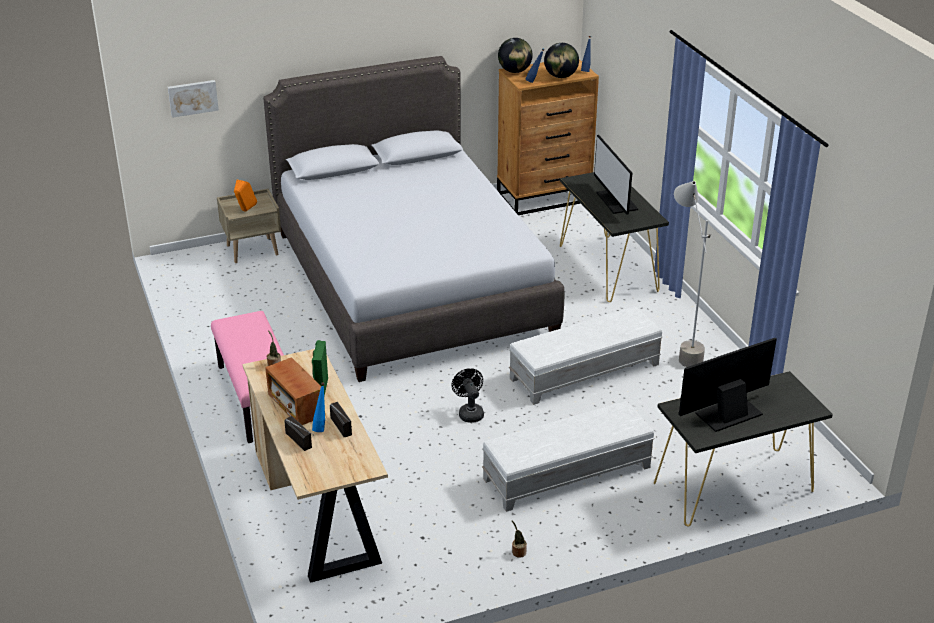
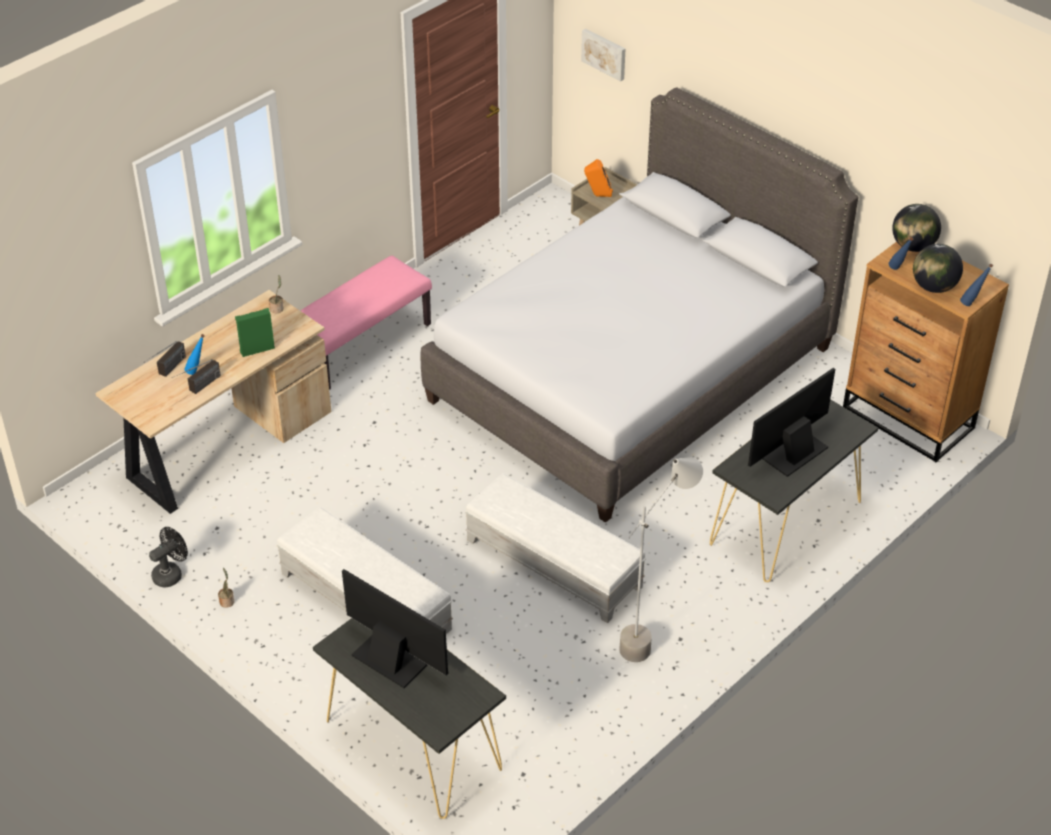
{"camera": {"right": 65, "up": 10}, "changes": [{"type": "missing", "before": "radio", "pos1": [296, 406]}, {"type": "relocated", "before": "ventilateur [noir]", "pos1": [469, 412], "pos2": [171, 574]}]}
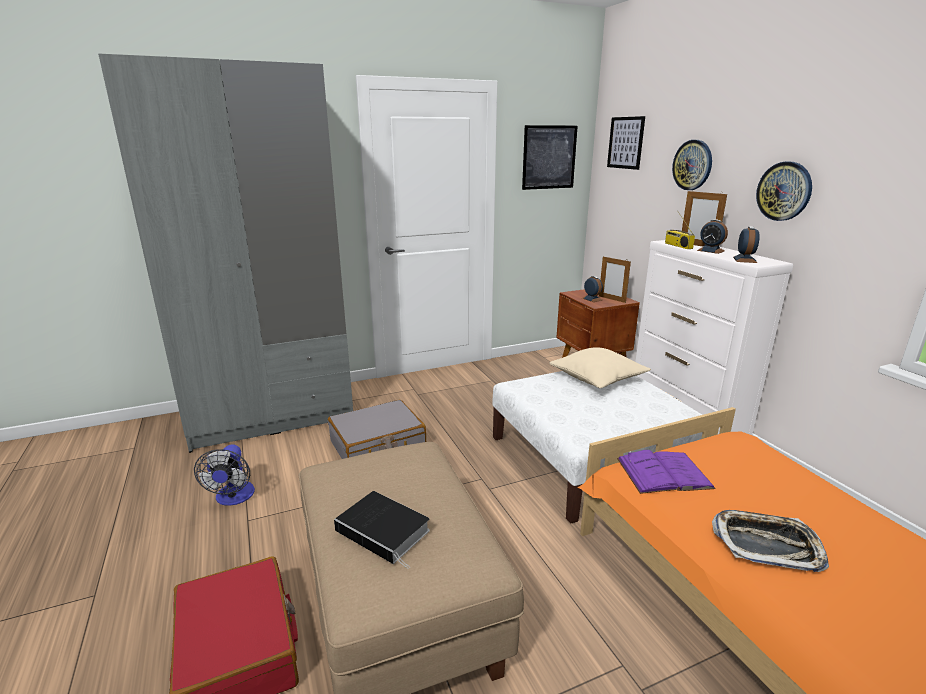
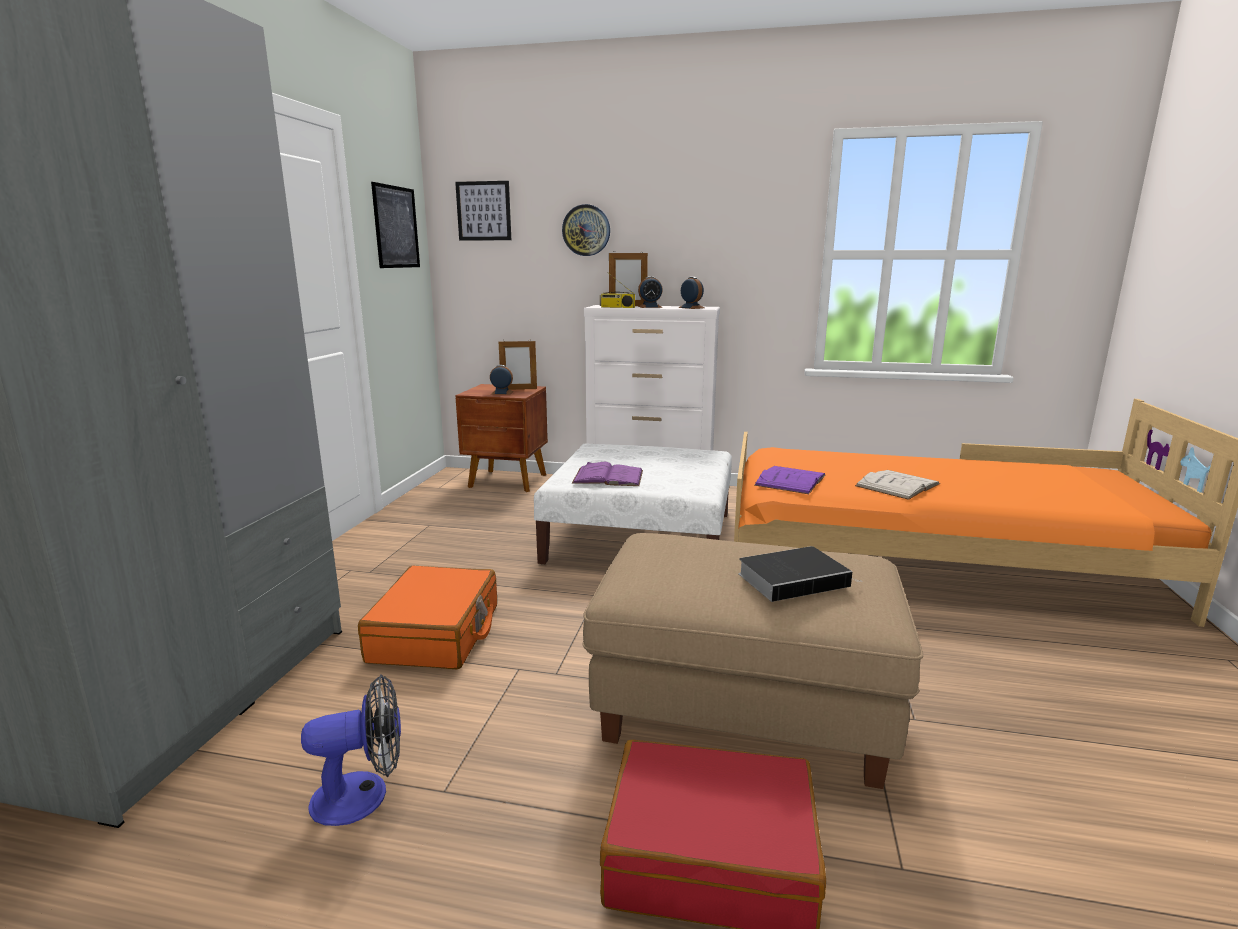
{"camera": {"right": -55, "up": -5}, "changes": [{"type": "missing", "before": "coussin [beige]", "pos1": [597, 378]}, {"type": "missing", "before": "horloge murale", "pos1": [784, 191]}, {"type": "appeared", "after": "livre [violet]", "pos2": [608, 477]}, {"type": "exchanged", "before": "plateau", "after": "livre [blanc]", "pos1": [767, 545], "pos2": [897, 485]}, {"type": "colour", "before": "valise [gris]", "after": "valise [orange]", "pos1": [378, 446], "pos2": [436, 634]}, {"type": "spun", "before": "ventilateur", "pos1": [233, 498], "pos2": [363, 795], "turn": -45}]}
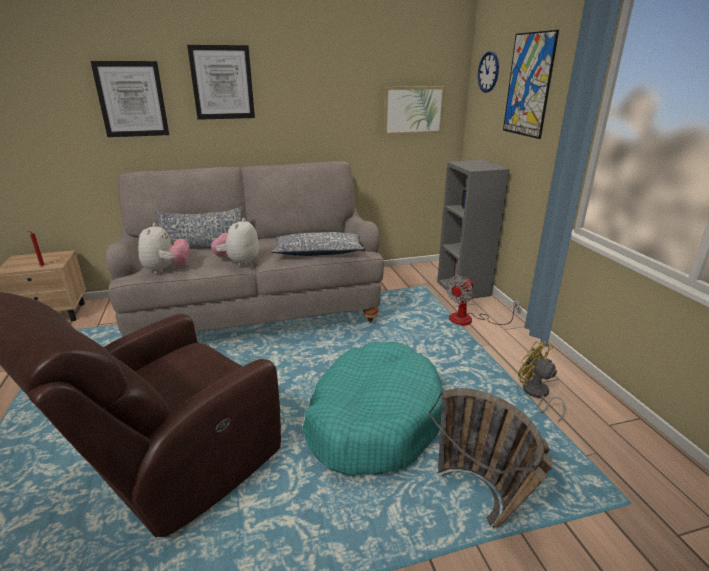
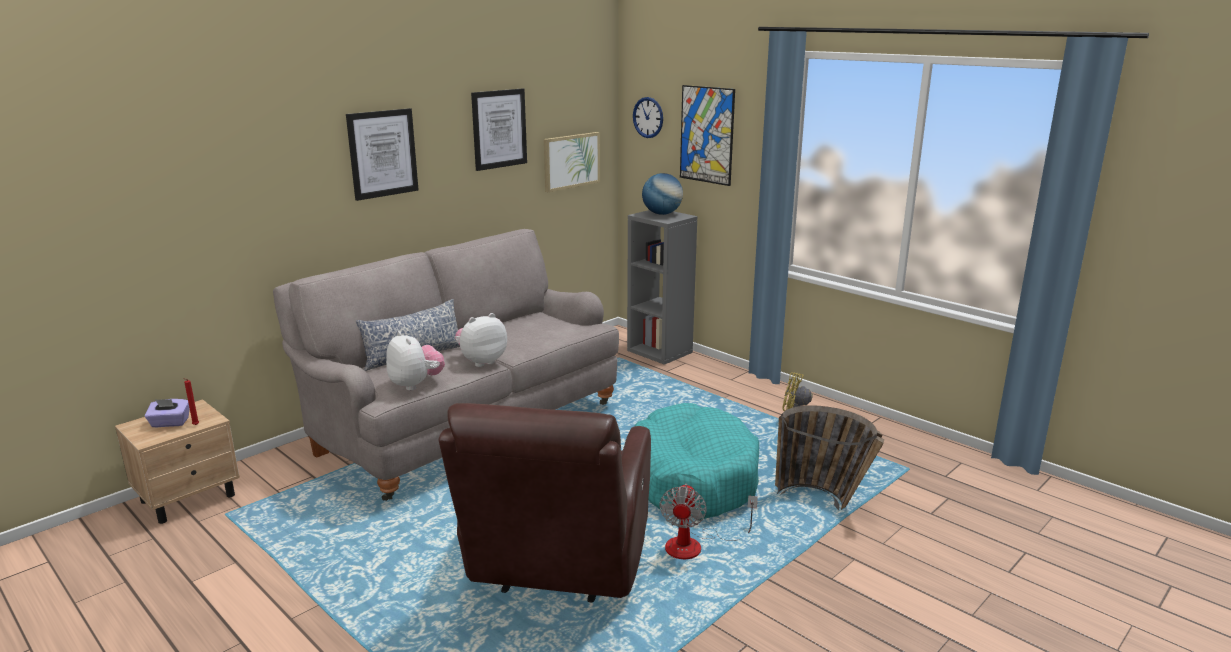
{"camera": {"right": -30, "up": -5}, "changes": [{"type": "missing", "before": "coussin", "pos1": [318, 253]}, {"type": "appeared", "after": "boîte à mouchoirs [violet]", "pos2": [170, 423]}, {"type": "appeared", "after": "globe", "pos2": [662, 214]}, {"type": "relocated", "before": "tableau", "pos1": [132, 99], "pos2": [499, 129]}, {"type": "relocated", "before": "ventilateur", "pos1": [469, 320], "pos2": [695, 546]}, {"type": "spun", "before": "peluche", "pos1": [238, 262], "pos2": [481, 361], "turn": 75}]}
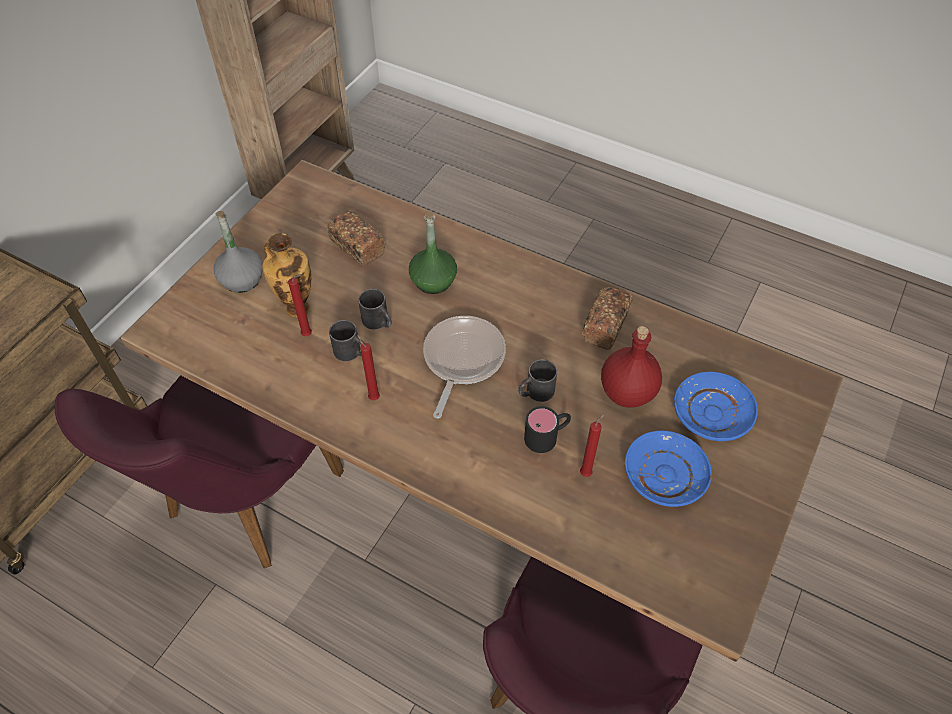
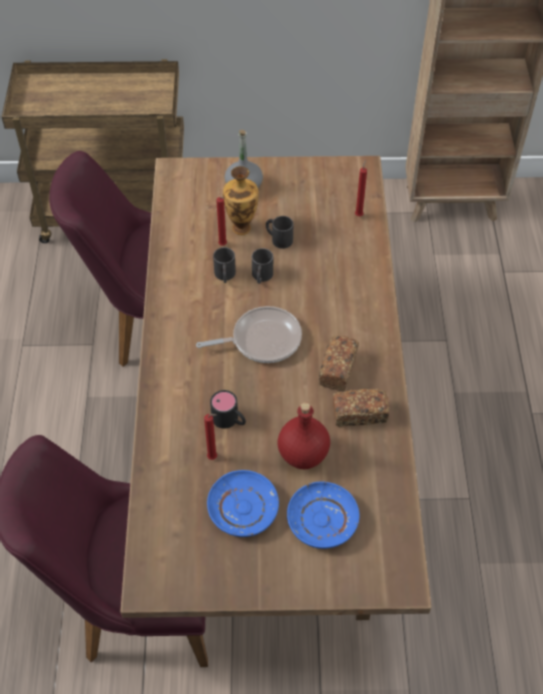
{"camera": {"right": 60, "up": 0}, "changes": [{"type": "missing", "before": "bouteille [vert]", "pos1": [433, 281]}, {"type": "relocated", "before": "pain", "pos1": [357, 246], "pos2": [337, 369]}, {"type": "relocated", "before": "bougie [rouge]", "pos1": [373, 397], "pos2": [359, 214]}, {"type": "relocated", "before": "mug [noir]", "pos1": [535, 392], "pos2": [278, 239]}]}
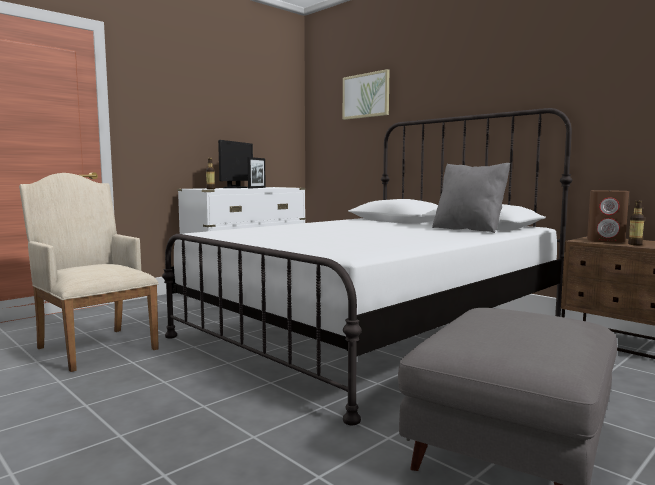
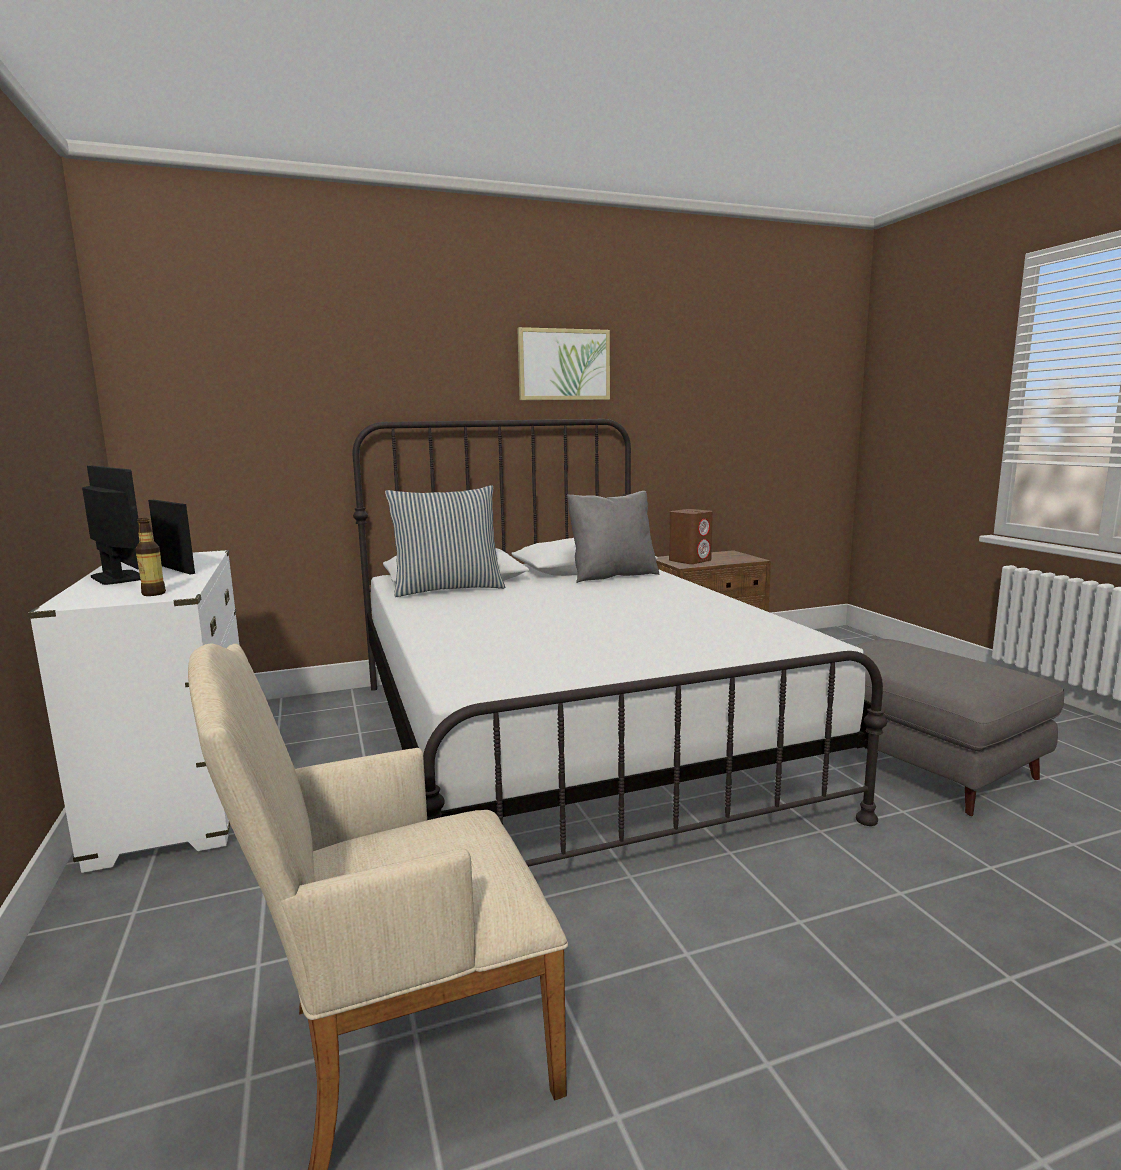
{"camera": {"right": -65, "up": 5}, "changes": [{"type": "missing", "before": "bouteille", "pos1": [635, 244]}, {"type": "appeared", "after": "coussin", "pos2": [448, 589]}, {"type": "relocated", "before": "tableau", "pos1": [366, 95], "pos2": [564, 365]}]}
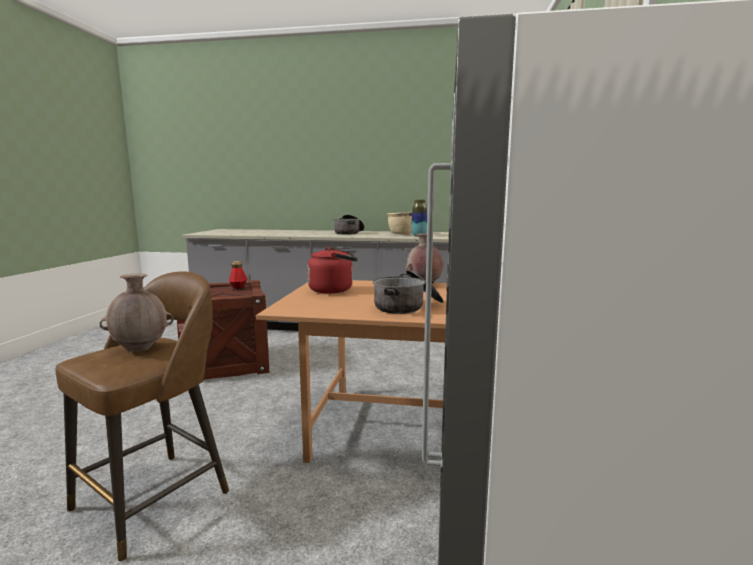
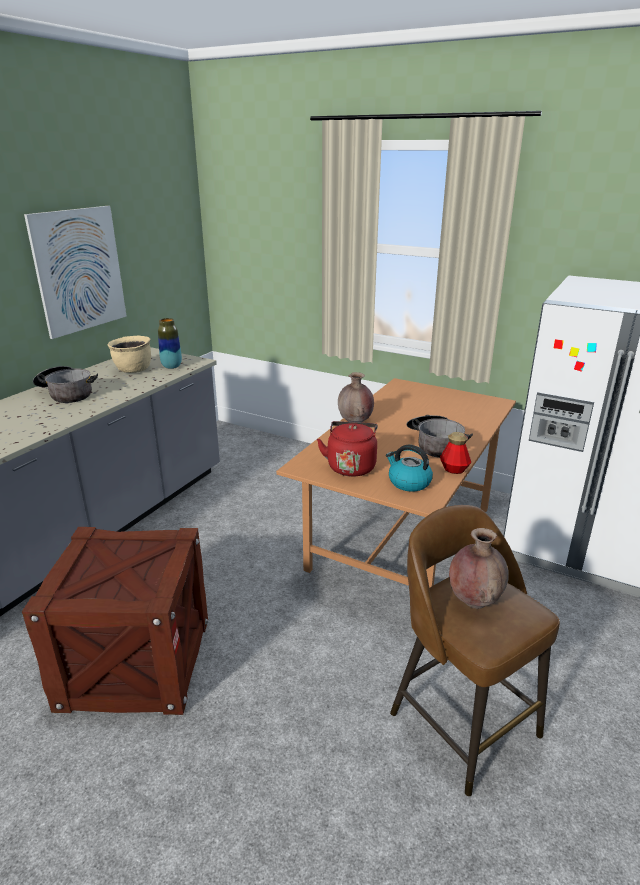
{"camera": {"right": -70, "up": 15}, "changes": [{"type": "appeared", "after": "tableau", "pos2": [79, 270]}, {"type": "appeared", "after": "bouilloire", "pos2": [408, 482]}, {"type": "relocated", "before": "bouteille", "pos1": [238, 287], "pos2": [454, 469]}]}
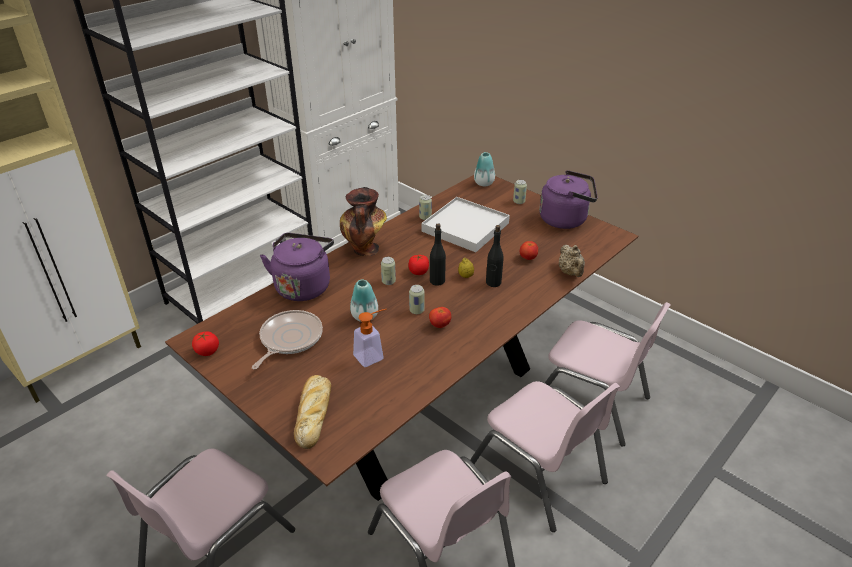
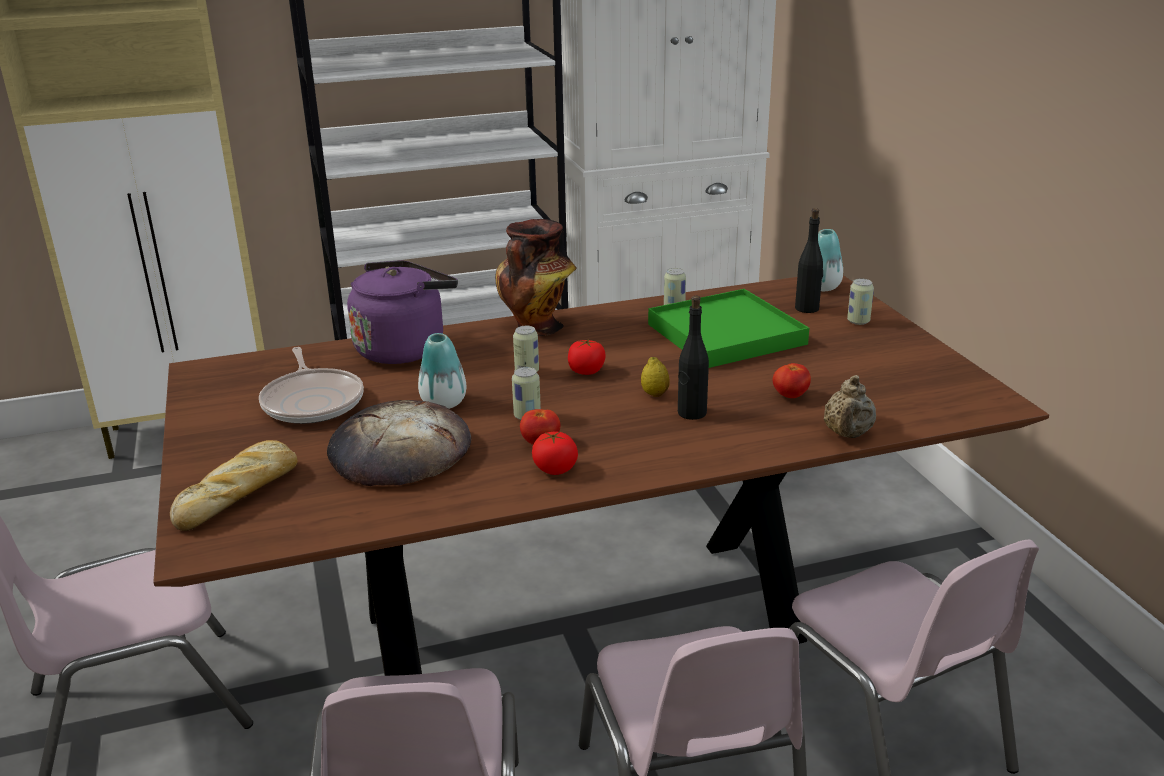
{"camera": {"right": 30, "up": -10}, "changes": [{"type": "missing", "before": "bouilloire [violet]", "pos1": [566, 219]}, {"type": "relocated", "before": "tomate", "pos1": [207, 351], "pos2": [555, 469]}, {"type": "relocated", "before": "bouteille [noir]", "pos1": [437, 281], "pos2": [807, 308]}, {"type": "exchanged", "before": "distributeur de savon", "after": "pain", "pos1": [373, 355], "pos2": [399, 451]}, {"type": "colour", "before": "plateau [blanc]", "after": "plateau [vert]", "pos1": [465, 227], "pos2": [726, 334]}, {"type": "spun", "before": "poêle", "pos1": [289, 339], "pos2": [313, 401], "turn": 105}]}
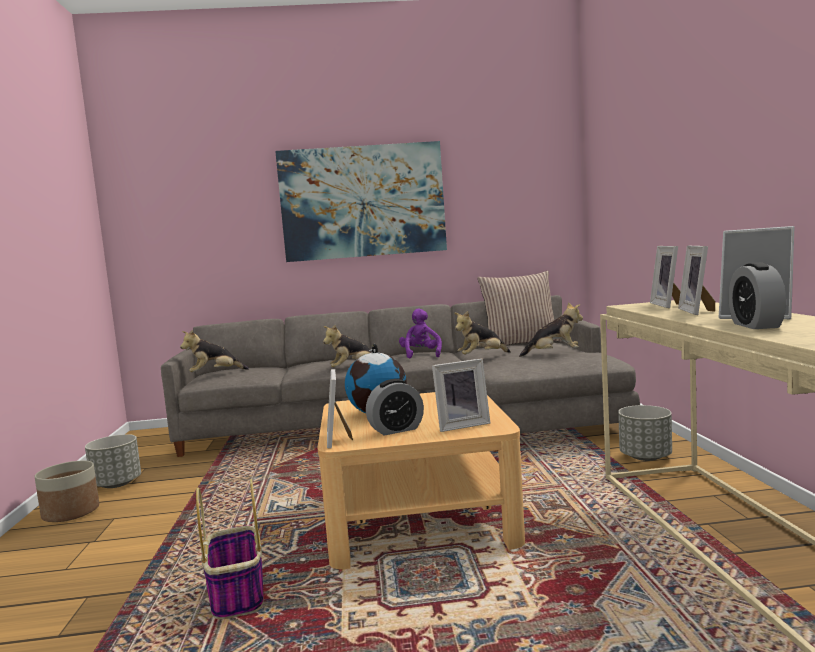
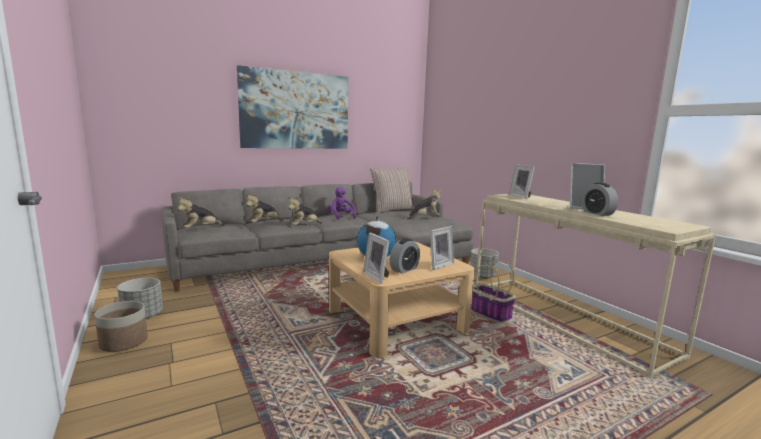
{"camera": {"right": -25, "up": 5}, "changes": [{"type": "missing", "before": "cadre photo", "pos1": [698, 311]}, {"type": "relocated", "before": "panier", "pos1": [237, 594], "pos2": [490, 314]}, {"type": "relocated", "before": "peluche", "pos1": [481, 357], "pos2": [264, 224]}]}
